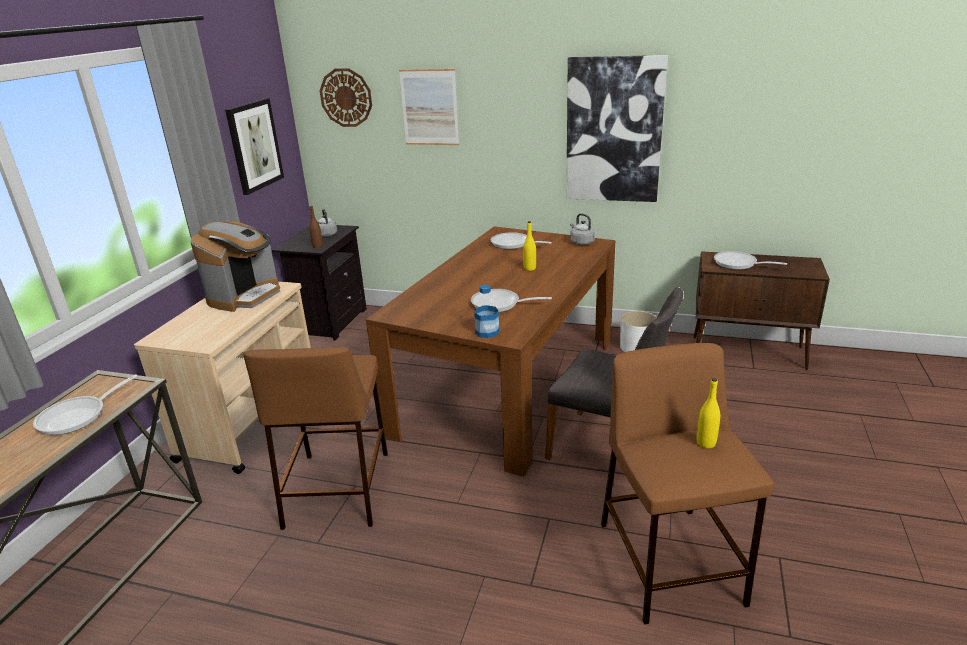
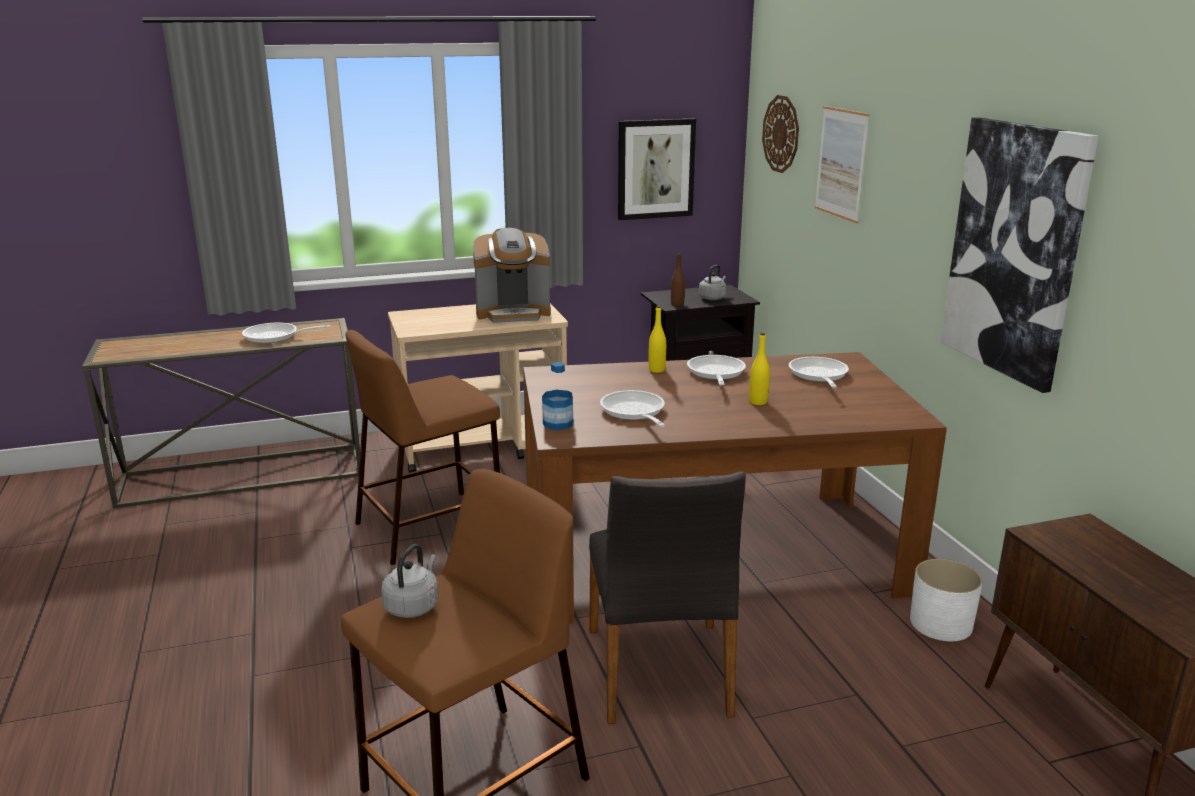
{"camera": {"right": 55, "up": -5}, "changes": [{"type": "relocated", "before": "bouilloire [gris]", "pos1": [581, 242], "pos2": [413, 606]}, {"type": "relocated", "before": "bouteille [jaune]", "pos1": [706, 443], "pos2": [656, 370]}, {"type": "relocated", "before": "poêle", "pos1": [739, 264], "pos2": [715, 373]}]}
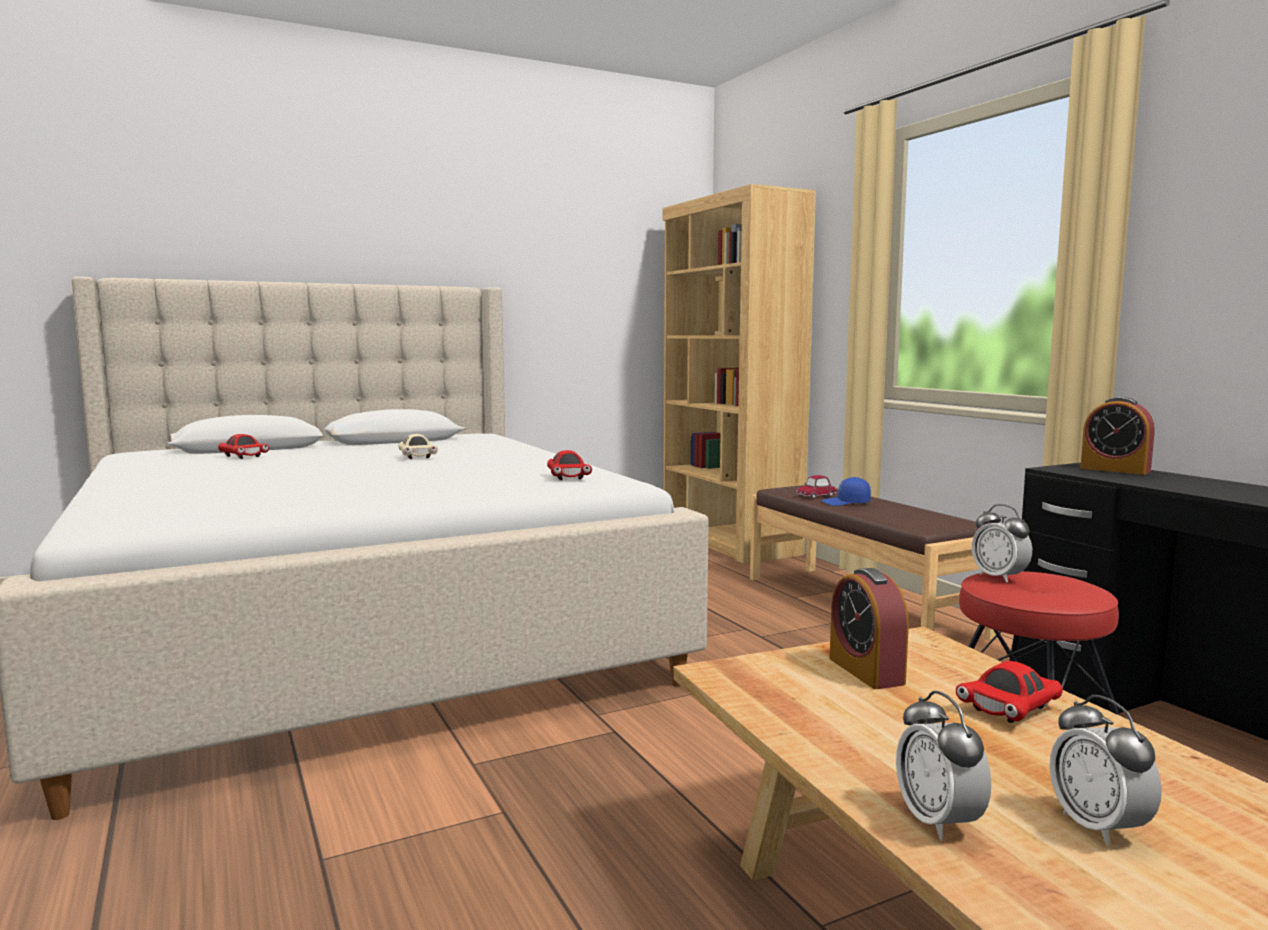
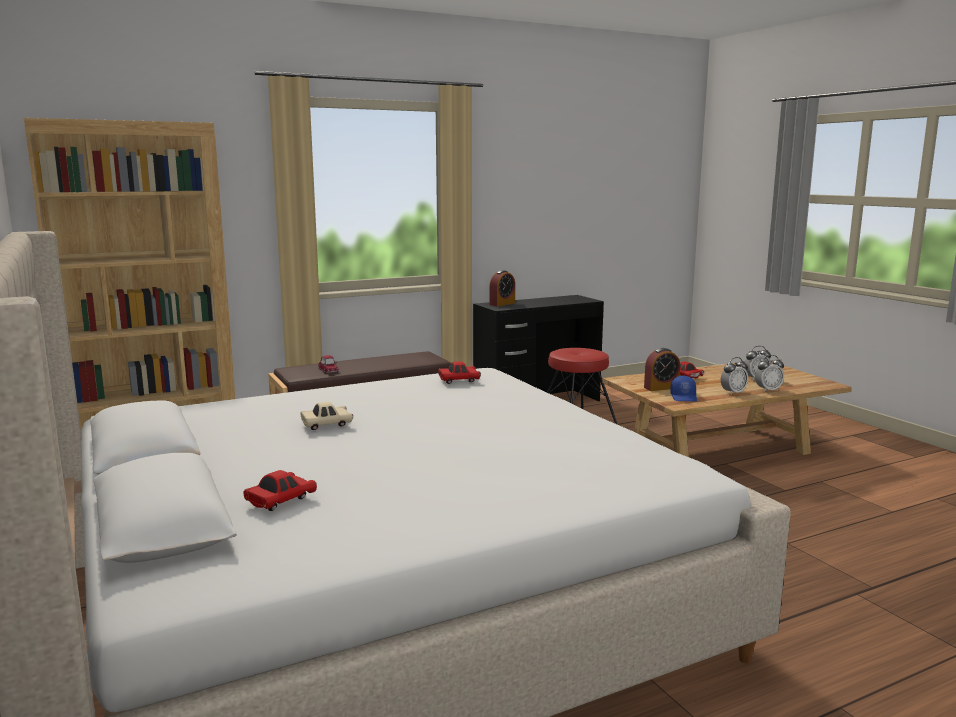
{"camera": {"right": -90, "up": 5}, "changes": [{"type": "relocated", "before": "casquette [bleu]", "pos1": [846, 503], "pos2": [684, 397]}, {"type": "relocated", "before": "réveil", "pos1": [999, 577], "pos2": [733, 392]}]}
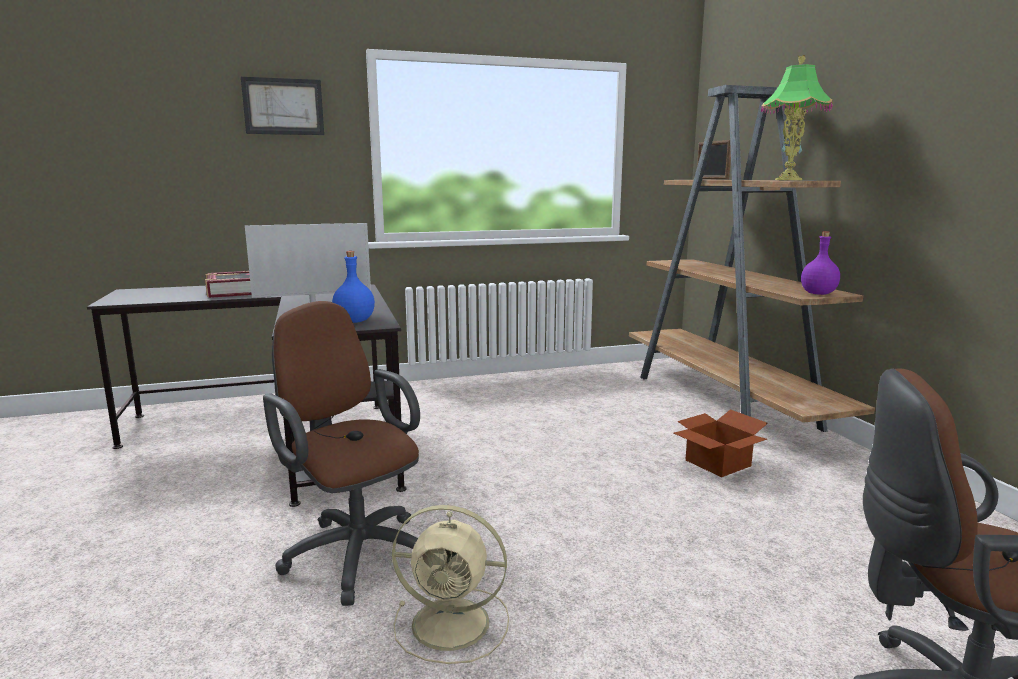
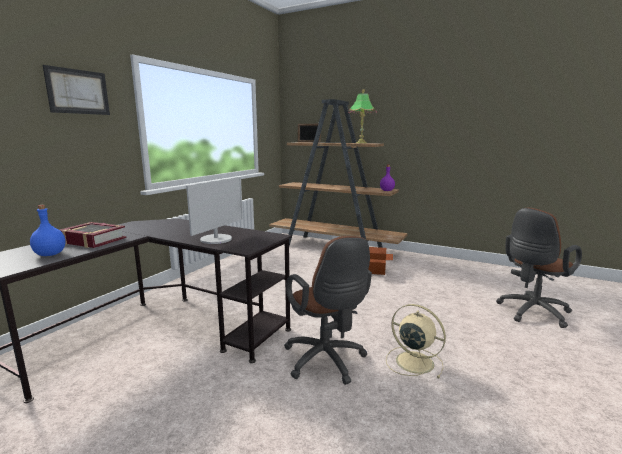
{"camera": {"right": -45, "up": 0}, "changes": [{"type": "relocated", "before": "bouteille [bleu]", "pos1": [354, 321], "pos2": [49, 254]}, {"type": "spun", "before": "chaise de bureau [marron]", "pos1": [355, 551], "pos2": [326, 362], "turn": -120}, {"type": "spun", "before": "ventilateur [beige]", "pos1": [454, 624], "pos2": [413, 361], "turn": -105}]}
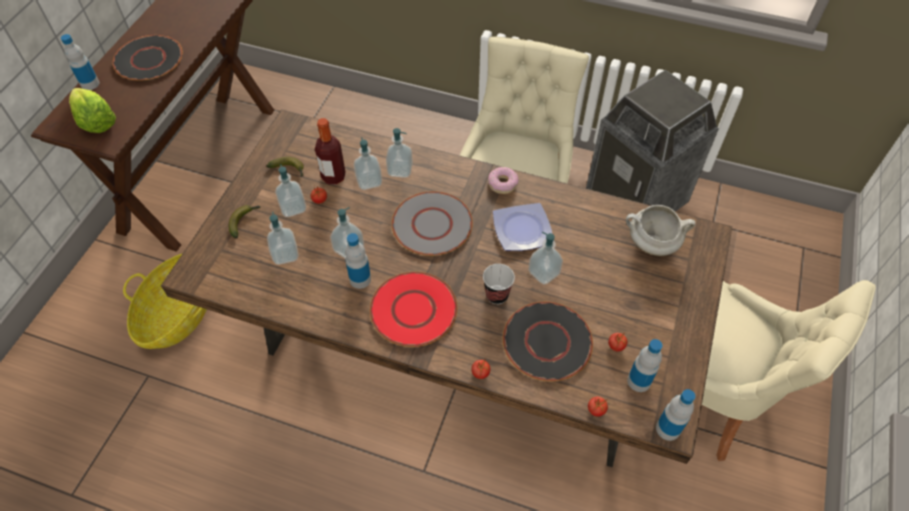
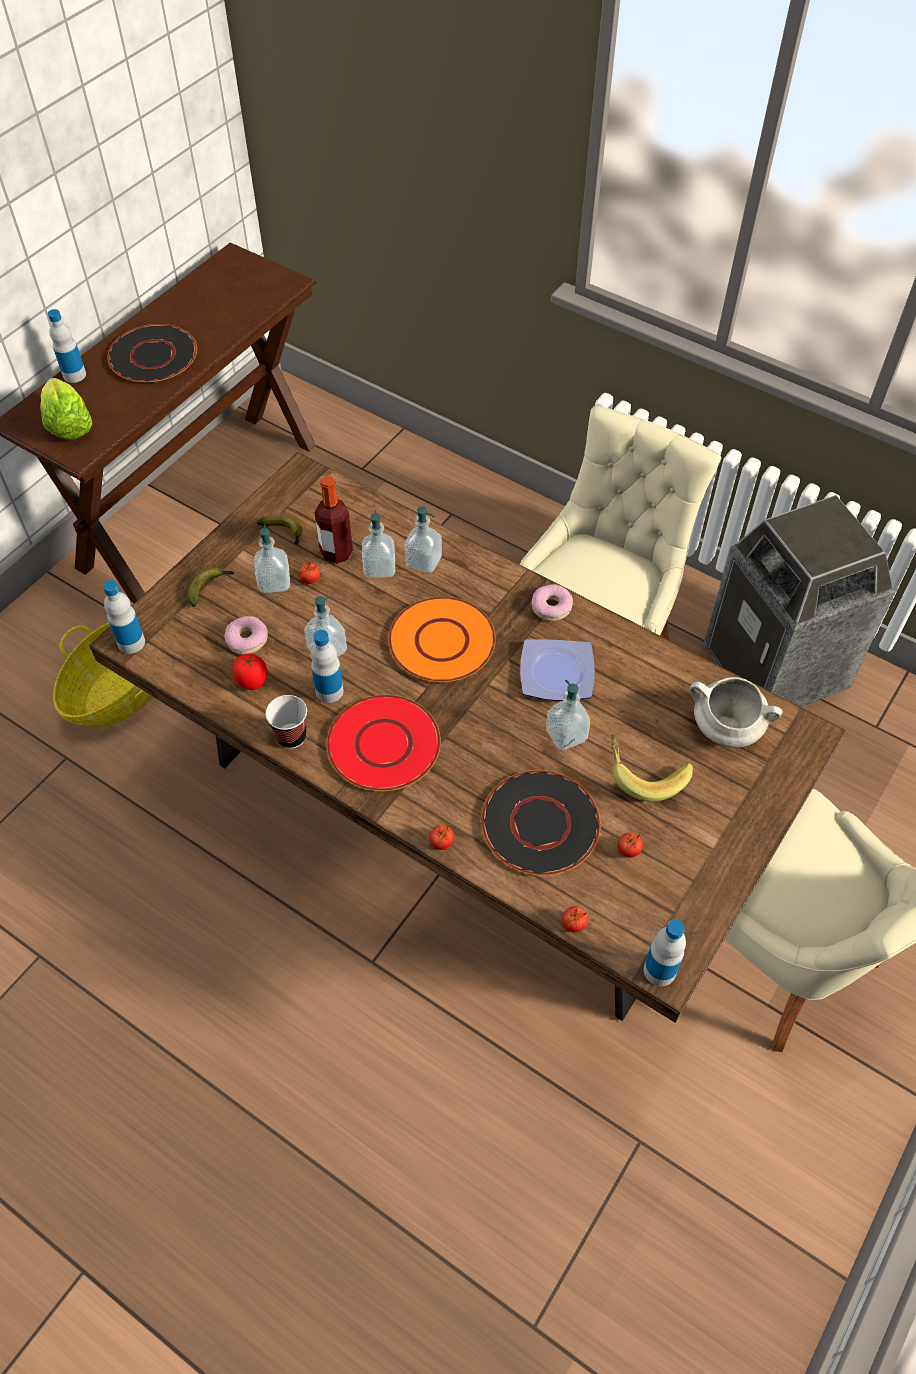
{"camera": {"right": 15, "up": 0}, "changes": [{"type": "appeared", "after": "tomate", "pos2": [252, 681]}, {"type": "appeared", "after": "banane", "pos2": [644, 774]}, {"type": "relocated", "before": "tasse", "pos1": [497, 295], "pos2": [291, 737]}, {"type": "relocated", "before": "bouteille", "pos1": [639, 381], "pos2": [131, 642]}, {"type": "exchanged", "before": "distributeur de savon", "after": "beignet", "pos1": [285, 254], "pos2": [247, 639]}, {"type": "colour", "before": "assiette [gris]", "after": "assiette [orange]", "pos1": [432, 224], "pos2": [442, 641]}]}
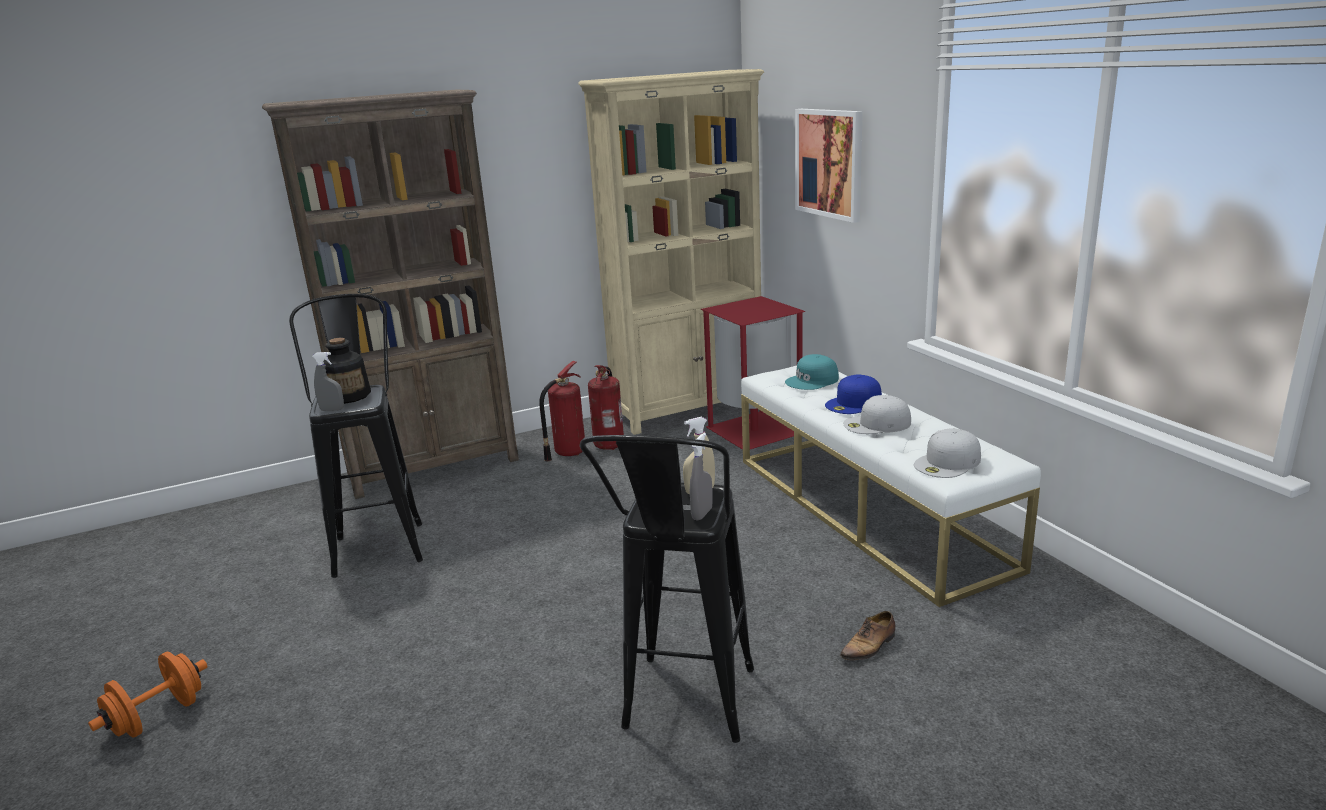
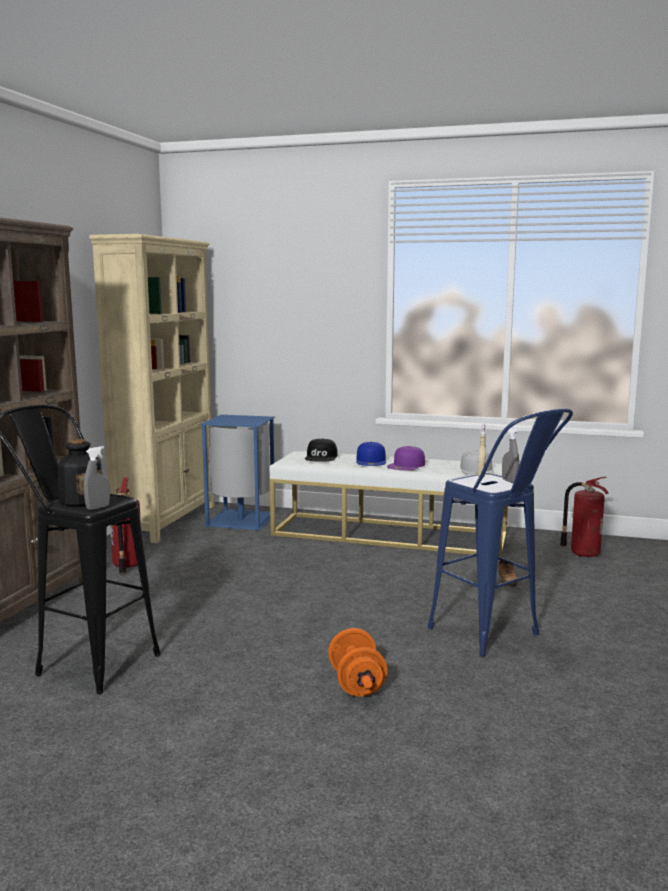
{"camera": {"right": -50, "up": -10}, "changes": [{"type": "missing", "before": "tableau", "pos1": [829, 163]}, {"type": "relocated", "before": "haltère [orange]", "pos1": [158, 717], "pos2": [356, 684]}, {"type": "relocated", "before": "extincteur", "pos1": [610, 444], "pos2": [583, 553]}, {"type": "colour", "before": "tabouret [noir]", "after": "tabouret [bleu]", "pos1": [685, 714], "pos2": [495, 638]}, {"type": "colour", "before": "poubelle [rouge]", "after": "poubelle [bleu]", "pos1": [755, 430], "pos2": [240, 519]}, {"type": "colour", "before": "casquette [turquoise]", "after": "casquette [noir]", "pos1": [812, 381], "pos2": [321, 457]}, {"type": "colour", "before": "casquette [blanc]", "after": "casquette [violet]", "pos1": [876, 424], "pos2": [406, 465]}]}
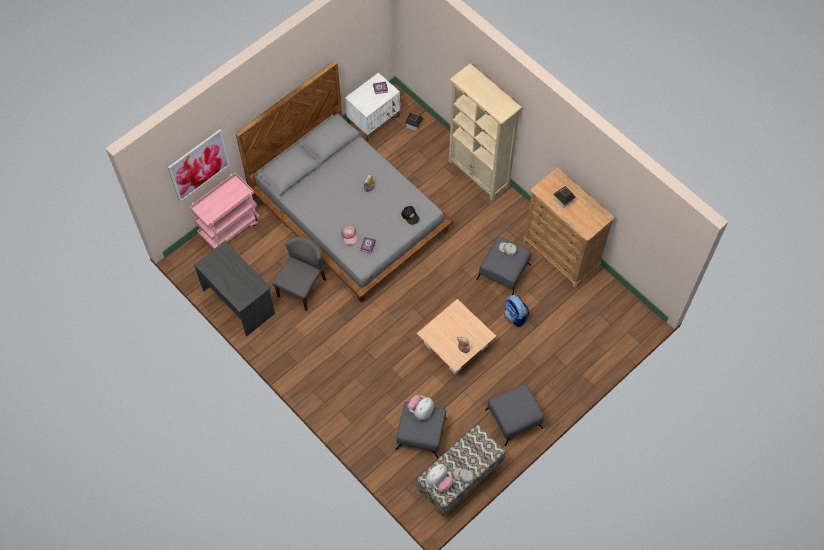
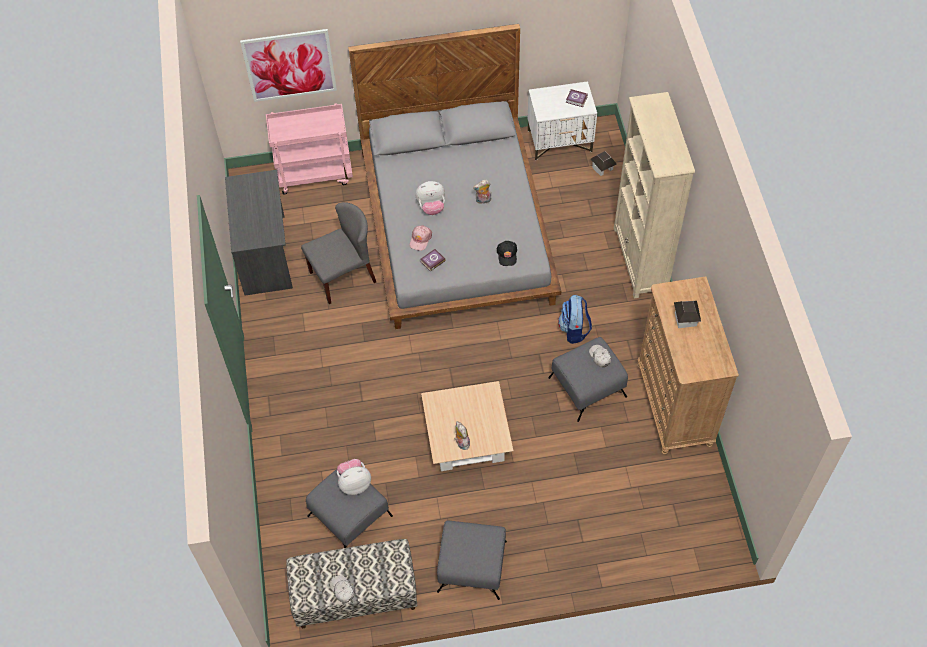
{"camera": {"right": 35, "up": -5}, "changes": [{"type": "relocated", "before": "peluche", "pos1": [439, 481], "pos2": [431, 207]}, {"type": "relocated", "before": "sac à dos", "pos1": [515, 316], "pos2": [574, 330]}]}
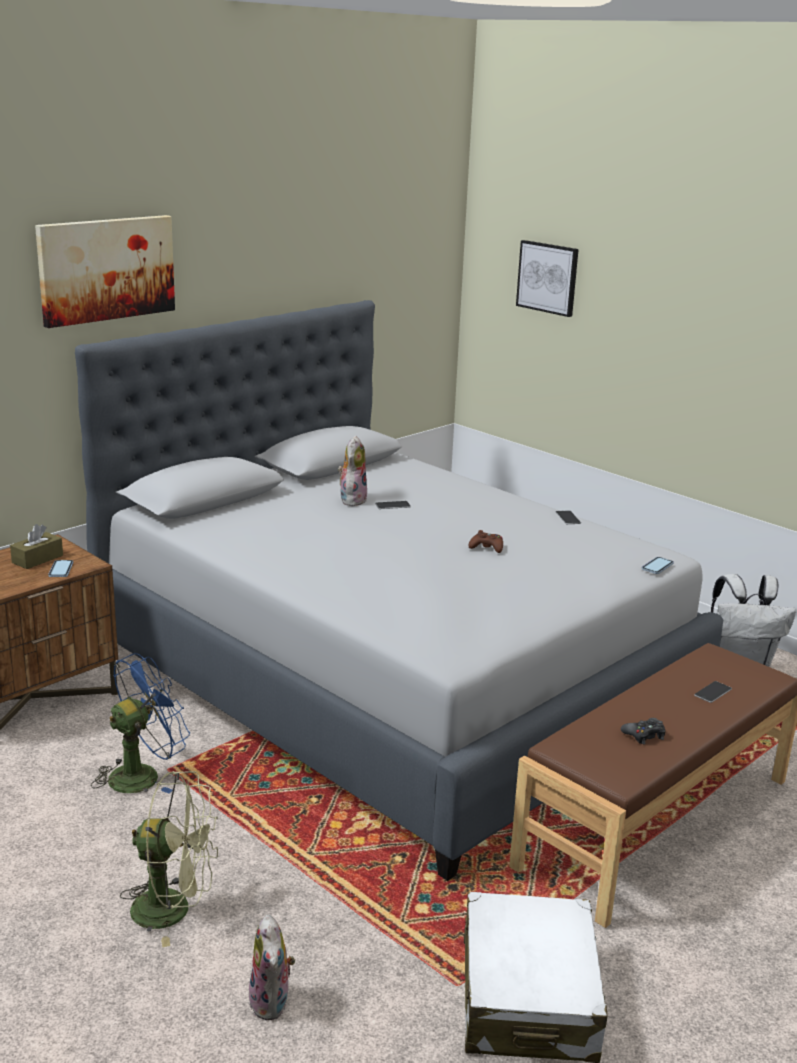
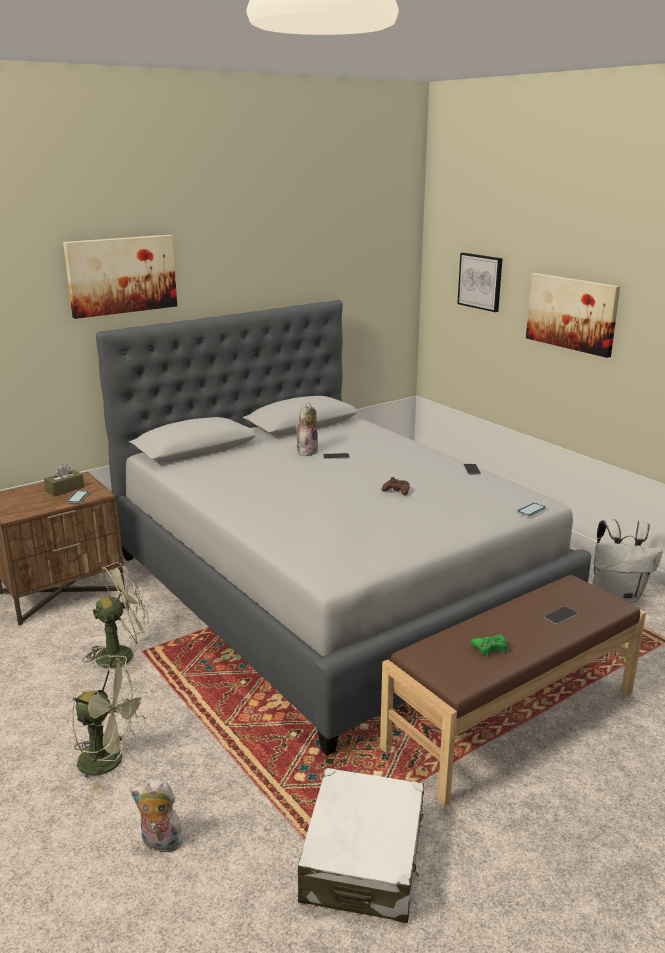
{"camera": {"right": 10, "up": 0}, "changes": [{"type": "appeared", "after": "tableau", "pos2": [572, 313]}, {"type": "colour", "before": "ventilateur [bleu]", "after": "ventilateur [vert]", "pos1": [142, 774], "pos2": [122, 654]}, {"type": "colour", "before": "manette [noir]", "after": "manette [vert]", "pos1": [644, 735], "pos2": [490, 649]}, {"type": "spun", "before": "peluche", "pos1": [272, 1003], "pos2": [160, 843], "turn": 105}]}
